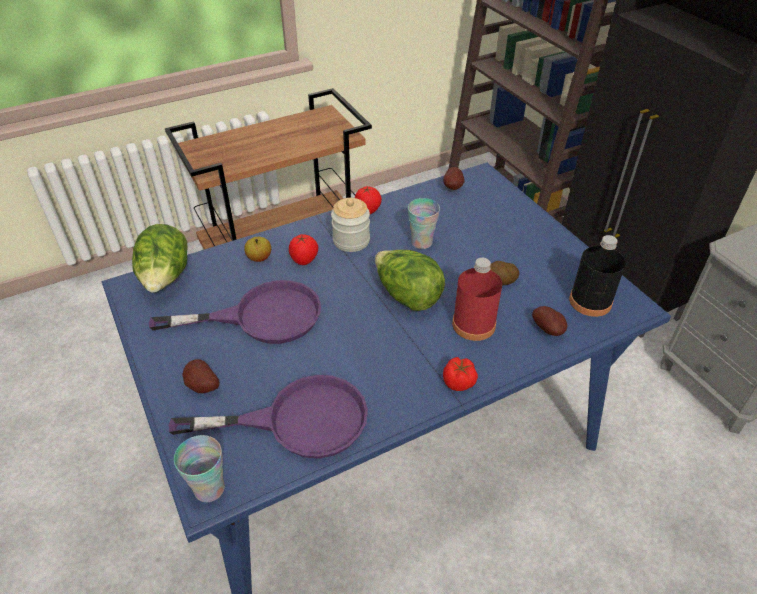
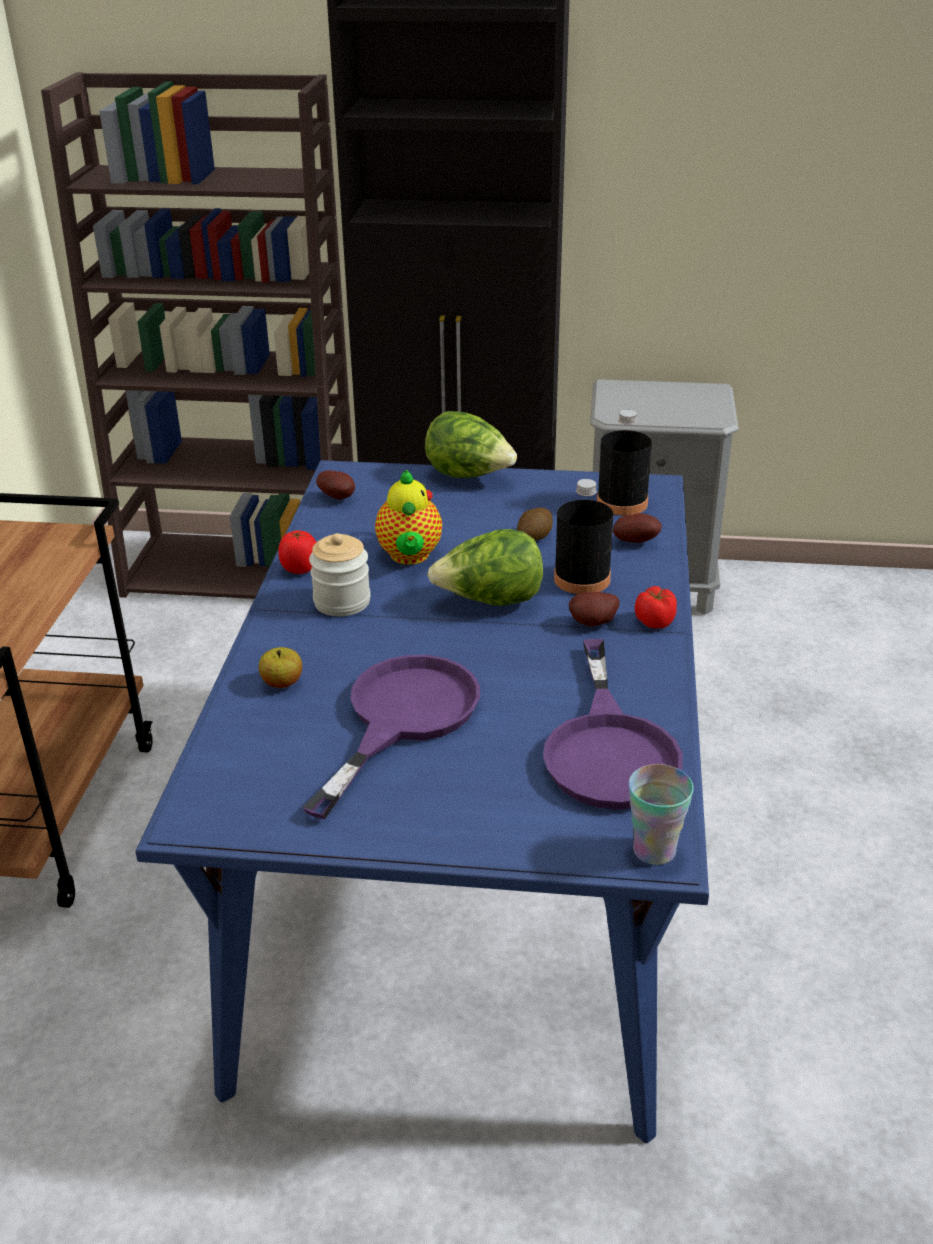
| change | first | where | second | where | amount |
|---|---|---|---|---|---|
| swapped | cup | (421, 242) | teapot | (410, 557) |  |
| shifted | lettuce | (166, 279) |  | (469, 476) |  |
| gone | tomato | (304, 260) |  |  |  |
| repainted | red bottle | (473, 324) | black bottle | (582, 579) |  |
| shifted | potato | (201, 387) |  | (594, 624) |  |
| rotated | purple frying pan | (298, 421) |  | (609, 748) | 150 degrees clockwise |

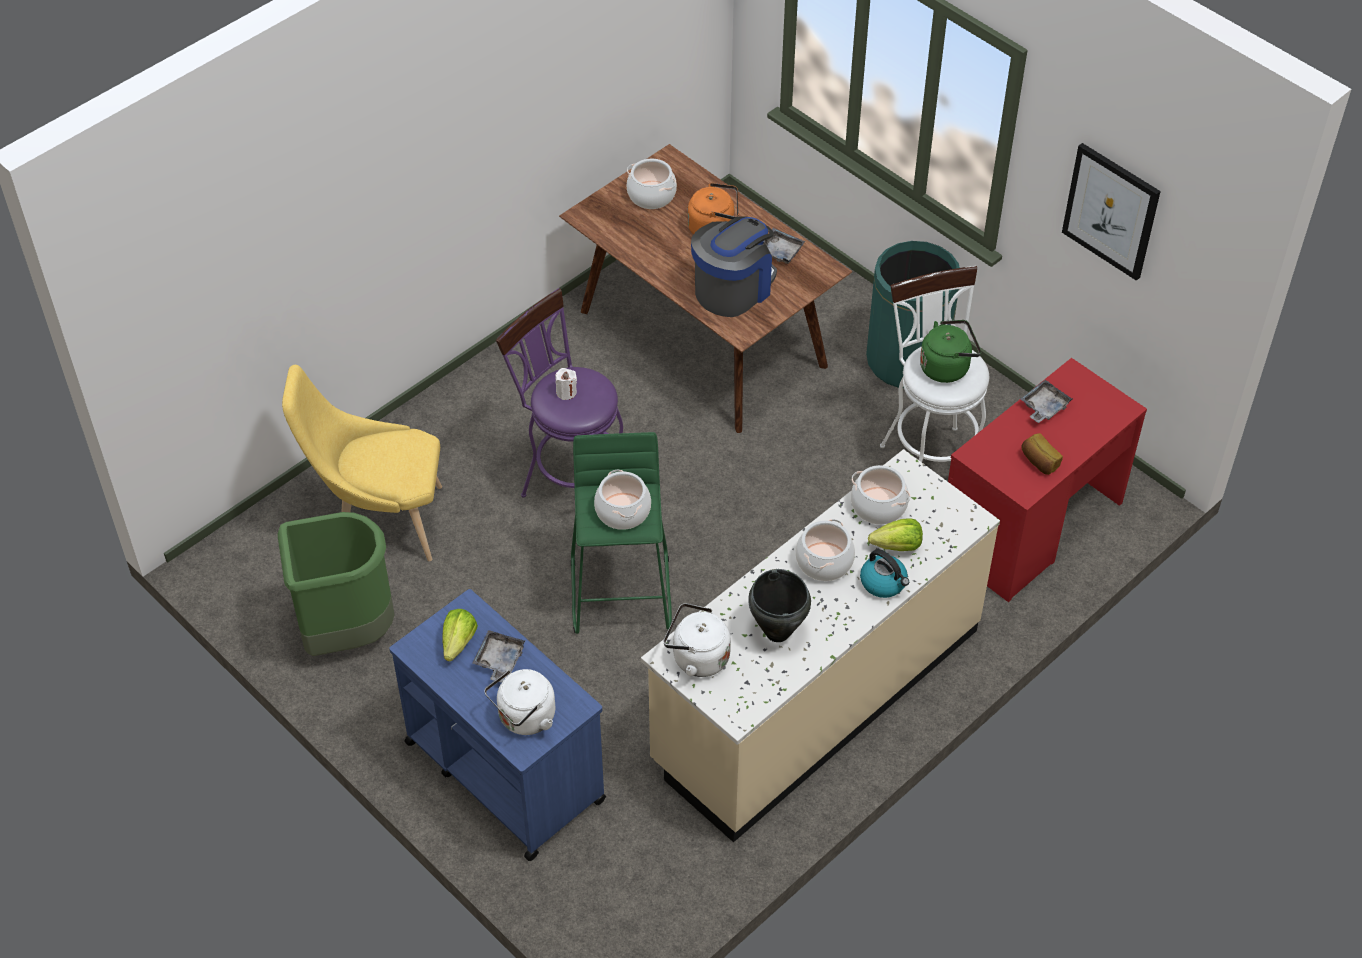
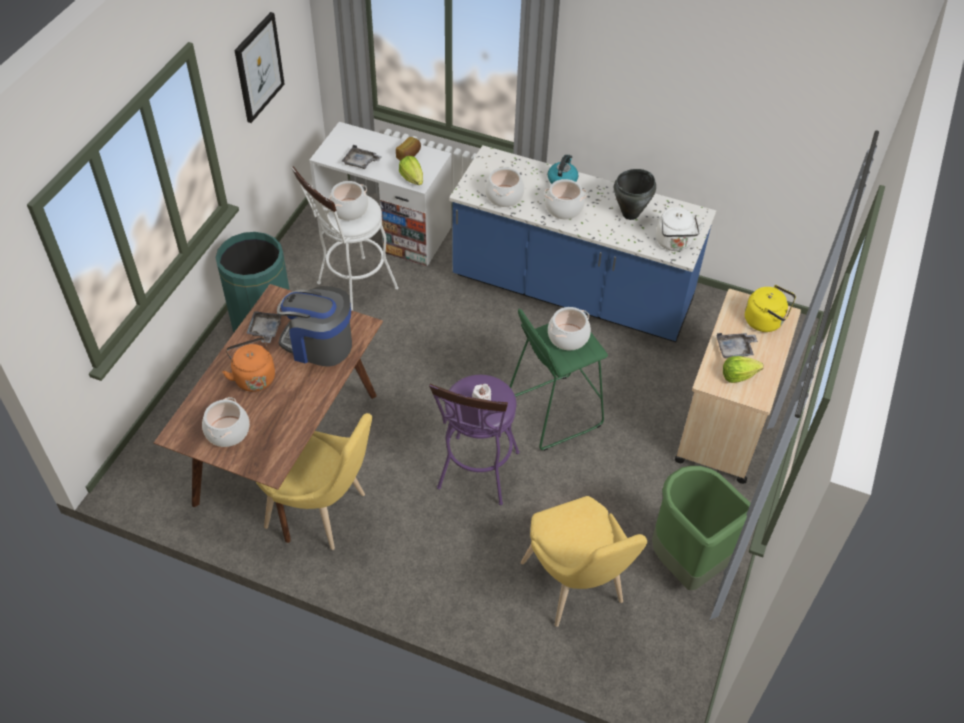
| change | first | where | second | where | amount |
|---|---|---|---|---|---|
| swapped | green kettle | (947, 367) | cooking pot | (349, 209) |  |
| repainted | red desk | (1030, 526) | white desk | (385, 230) |  |
| repainted | beige counter | (815, 696) | blue counter | (571, 292) |  |
| shifted | lettuce | (897, 546) |  | (412, 178) |  |
| repainted | blue cart | (504, 770) | beige cart | (725, 423) |  |
| repainted | white kettle | (524, 718) | yellow kettle | (765, 321) |  |
| new |  |  | yellow chair | (322, 512) |  |

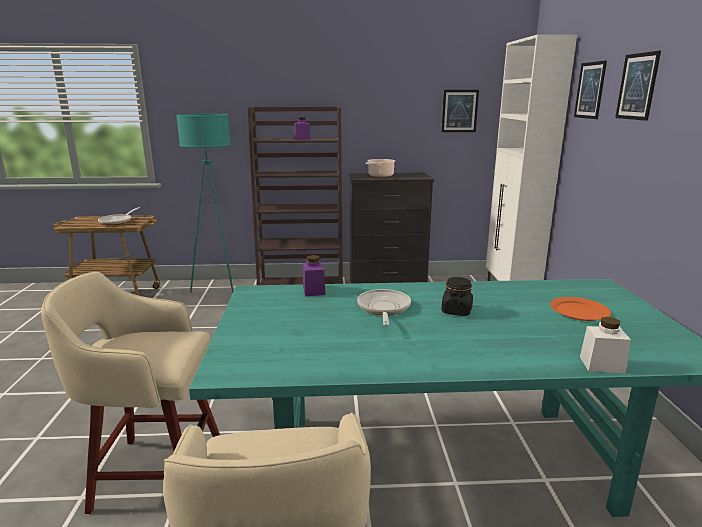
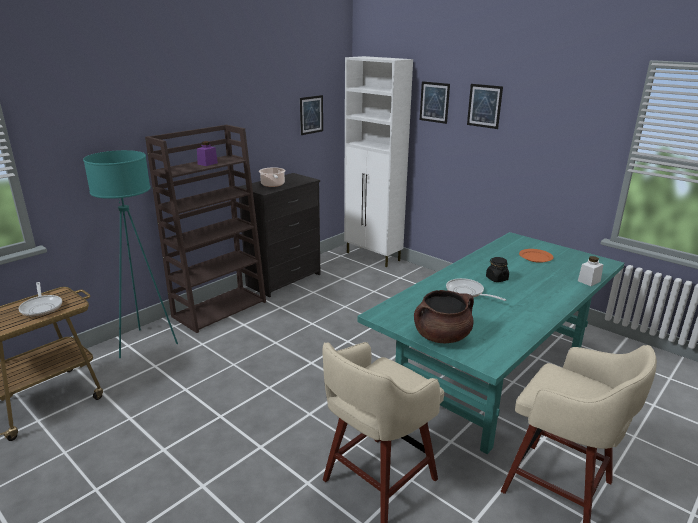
| change | first | where | second | where | amount |
|---|---|---|---|---|---|
| gone | purple jar | (314, 290) |  |  |  |
| new |  |  | brown cooking pot | (441, 336) |  |

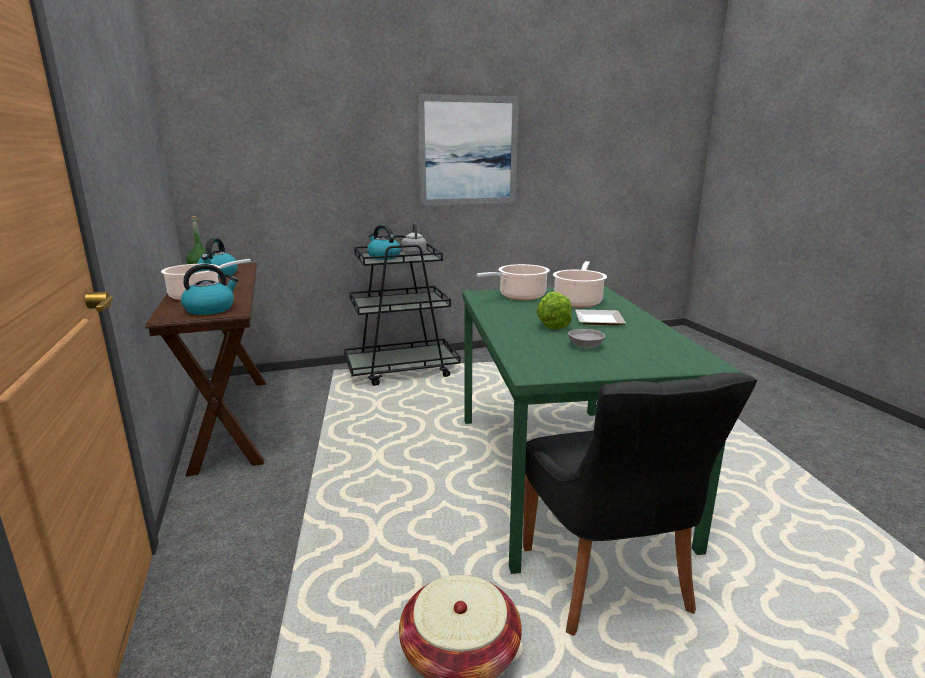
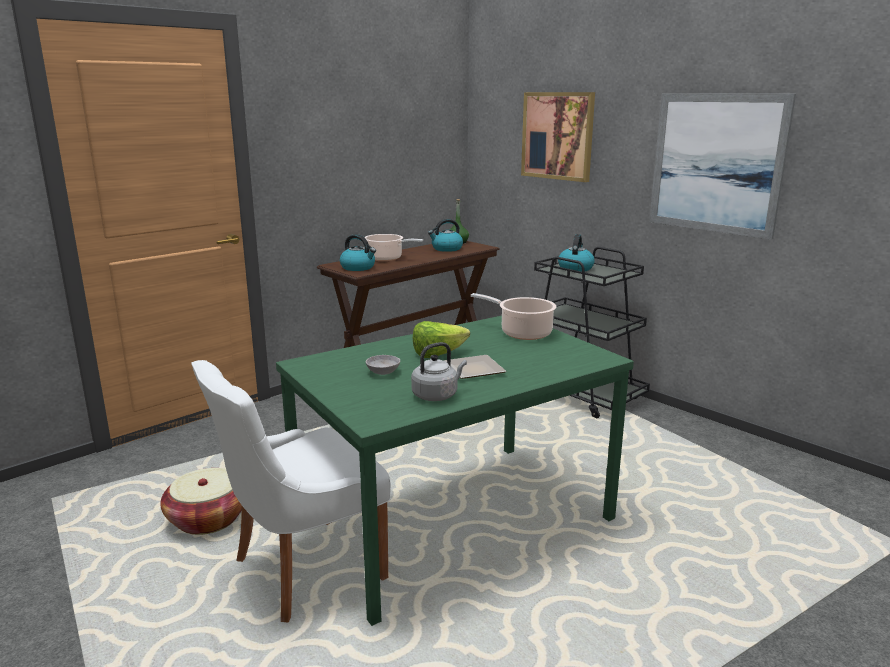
| change | first | where | second | where | amount |
|---|---|---|---|---|---|
| shifted | grey kettle | (414, 253) |  | (437, 395) |  |
| gone | cooking pot | (578, 301) |  |  |  |
| repainted | black chair | (608, 583) | white chair | (303, 570) |  |
| new |  |  | picture | (557, 136) |  |

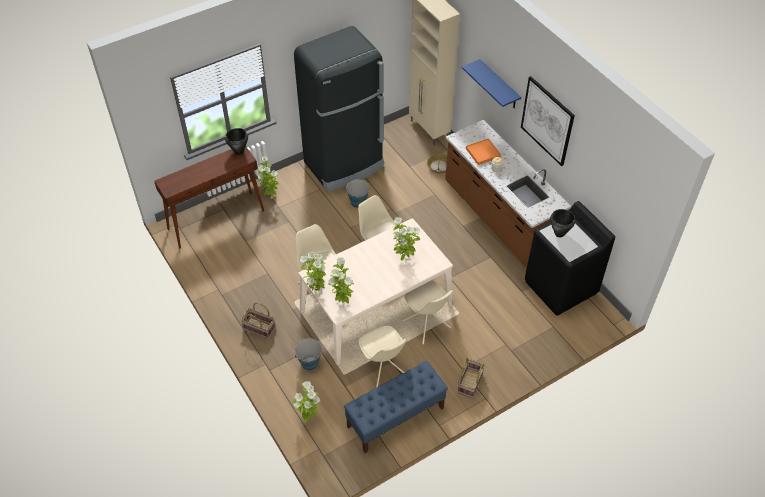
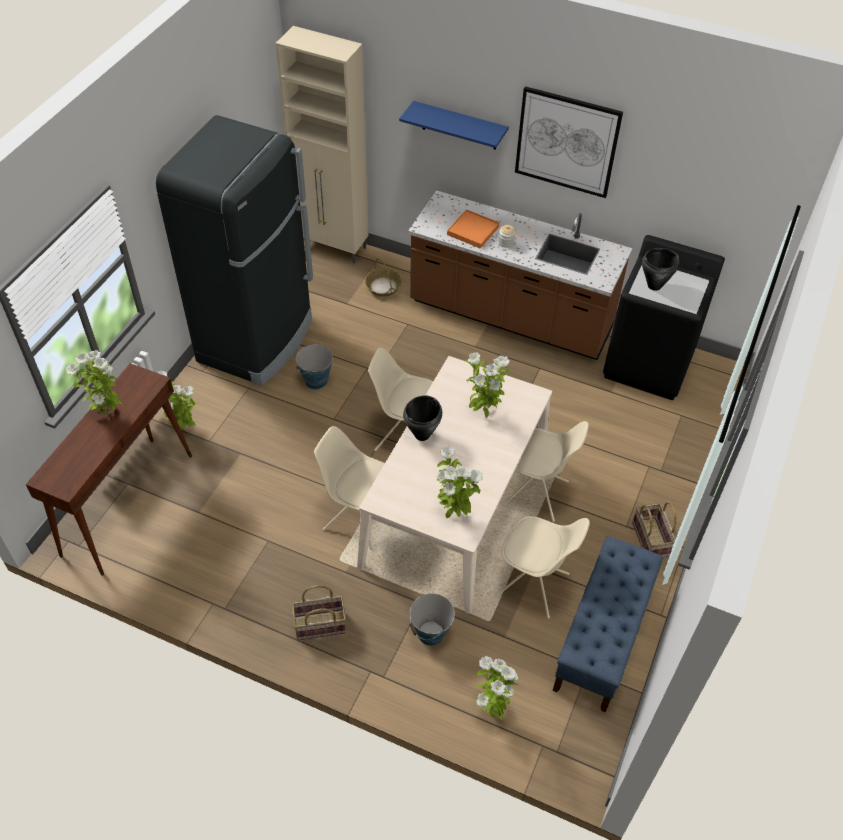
| change | first | where | second | where | amount |
|---|---|---|---|---|---|
| shifted | black cooking pot | (239, 151) |  | (422, 435) |  |
| shifted | potted plant | (316, 290) |  | (107, 414) |  |

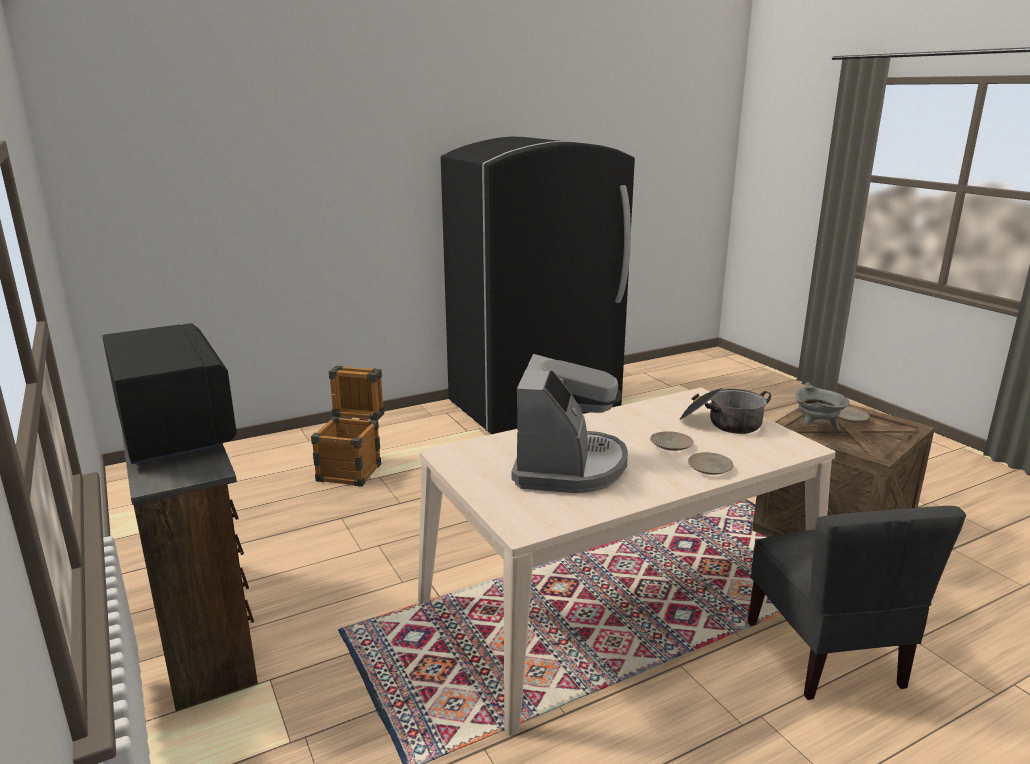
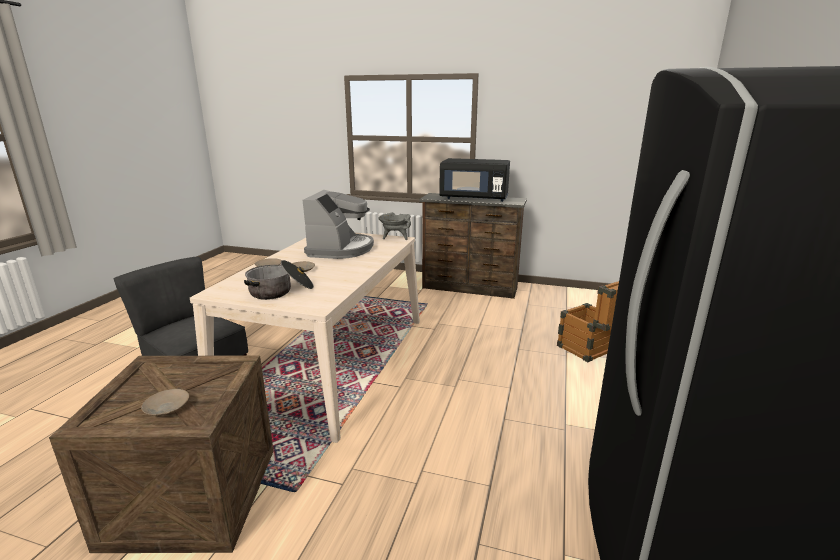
| change | first | where | second | where | amount |
|---|---|---|---|---|---|
| rotated | coffee machine | (568, 466) |  | (341, 249) | 135 degrees counterclockwise |
| shifted | grey cooking pot | (816, 428) |  | (395, 238) |  |

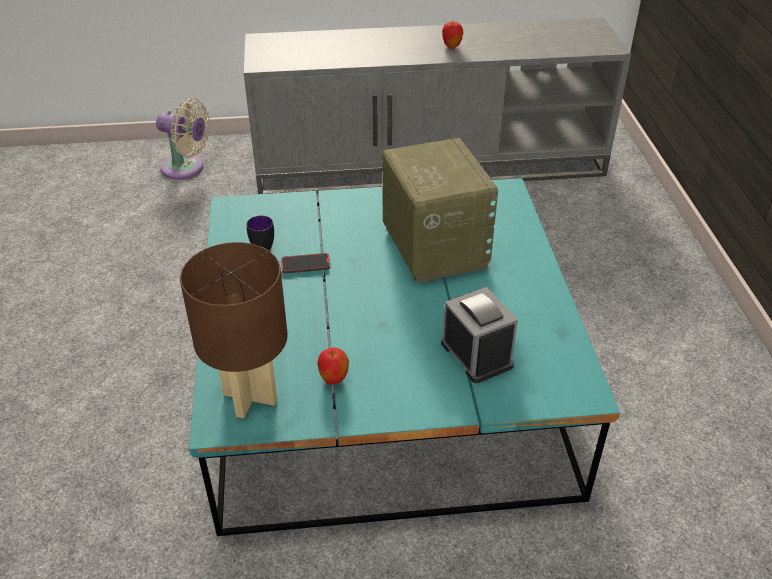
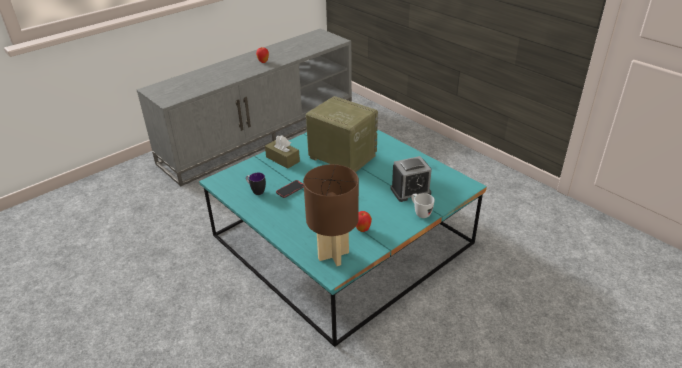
| change | first | where | second | where | amount |
|---|---|---|---|---|---|
| gone | beige fan | (186, 169) |  |  |  |
| rotated | alarm clock | (476, 354) |  | (410, 191) | 135 degrees clockwise |
| new |  |  | brown tissue box | (282, 159) |  |
| new |  |  | white mug | (420, 213) |  |

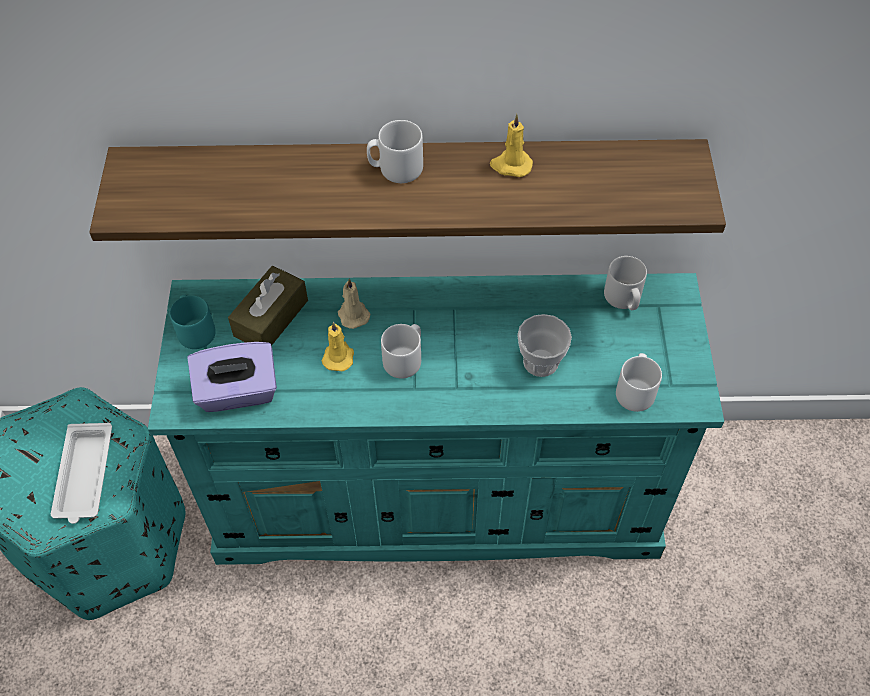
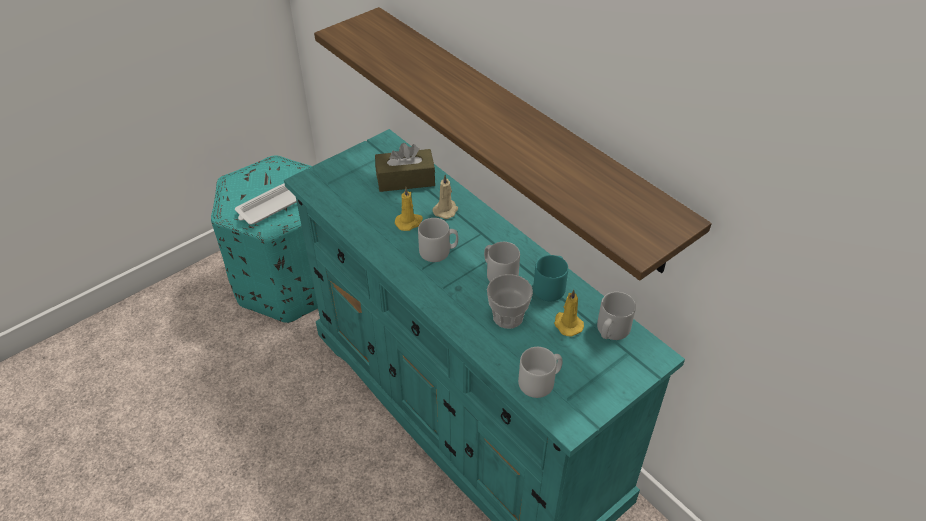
| change | first | where | second | where | amount |
|---|---|---|---|---|---|
| shifted | yellow candle | (510, 165) |  | (567, 324) |  |
| shifted | grey mug | (395, 169) |  | (499, 274) |  |
| shifted | turquoise mug | (195, 330) |  | (551, 287) |  |
| gone | purple tissue box | (238, 392) |  |  |  |

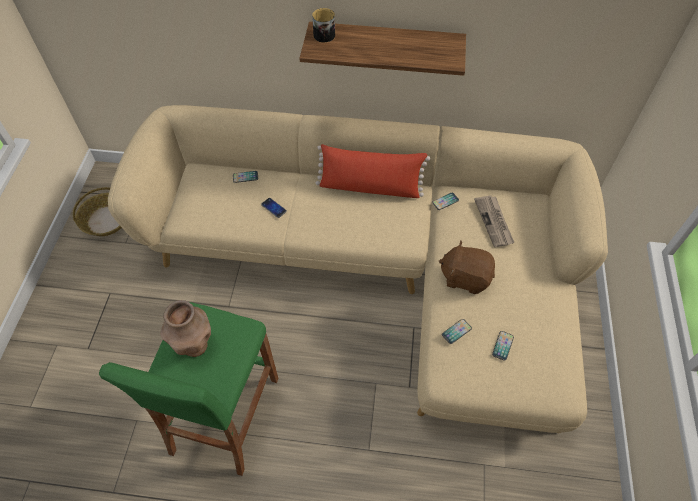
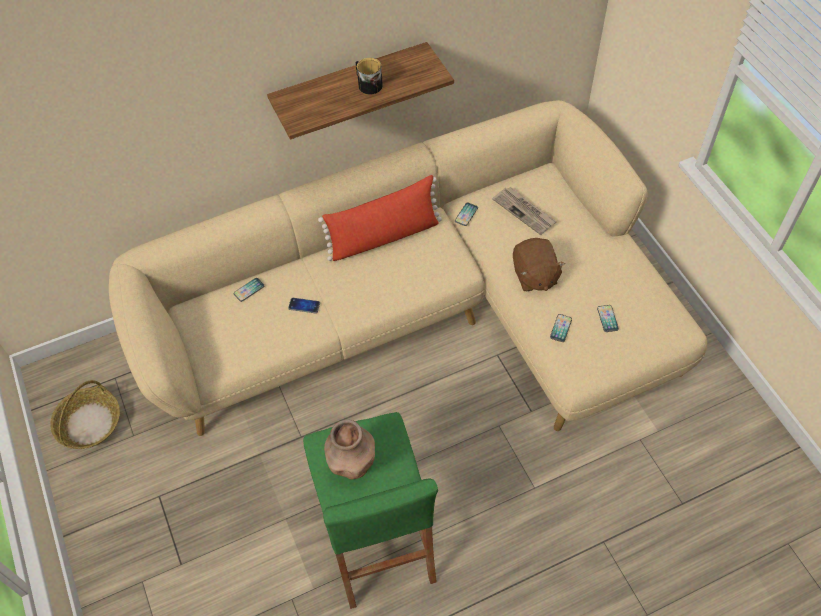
| change | first | where | second | where | amount |
|---|---|---|---|---|---|
| shifted | mug | (323, 33) |  | (368, 84) |  |
| rotated | brown plush toy | (465, 277) |  | (534, 276) | 90 degrees counterclockwise |

